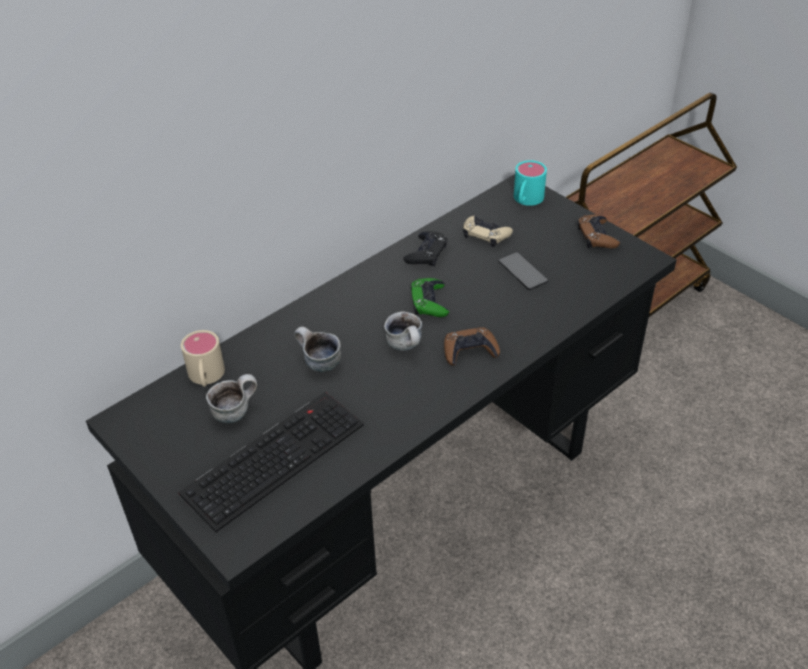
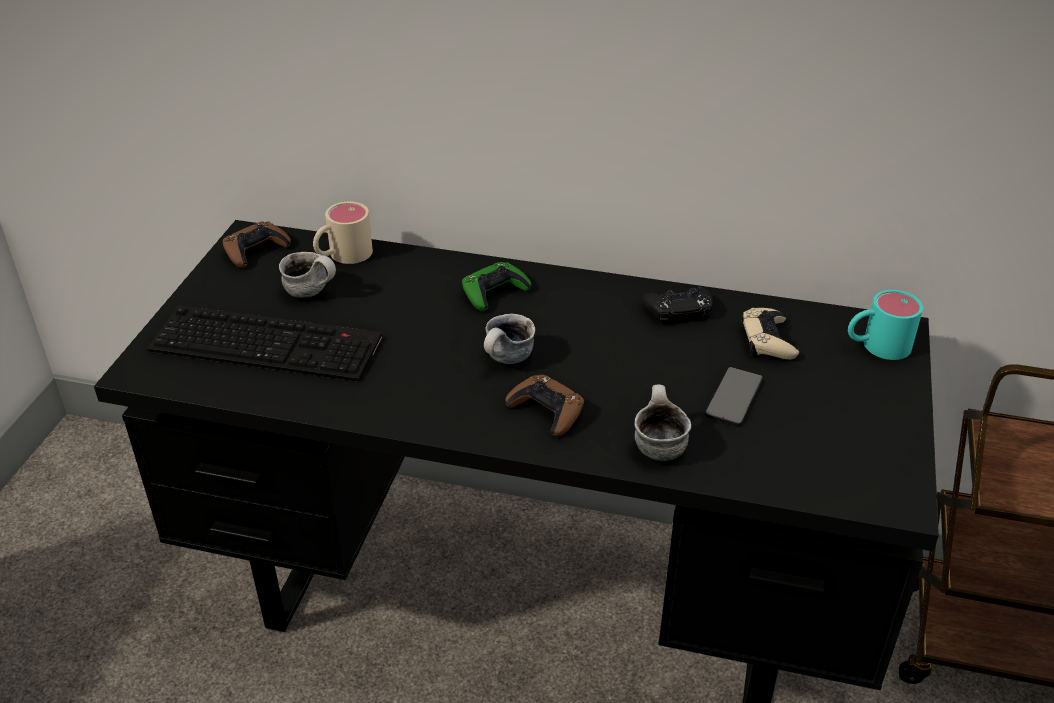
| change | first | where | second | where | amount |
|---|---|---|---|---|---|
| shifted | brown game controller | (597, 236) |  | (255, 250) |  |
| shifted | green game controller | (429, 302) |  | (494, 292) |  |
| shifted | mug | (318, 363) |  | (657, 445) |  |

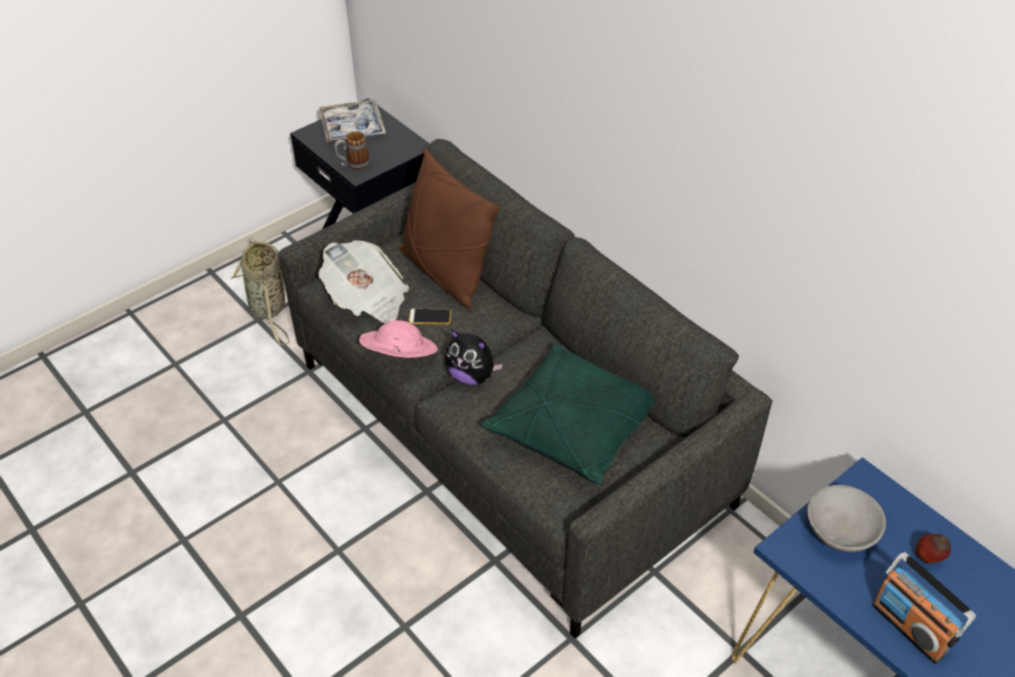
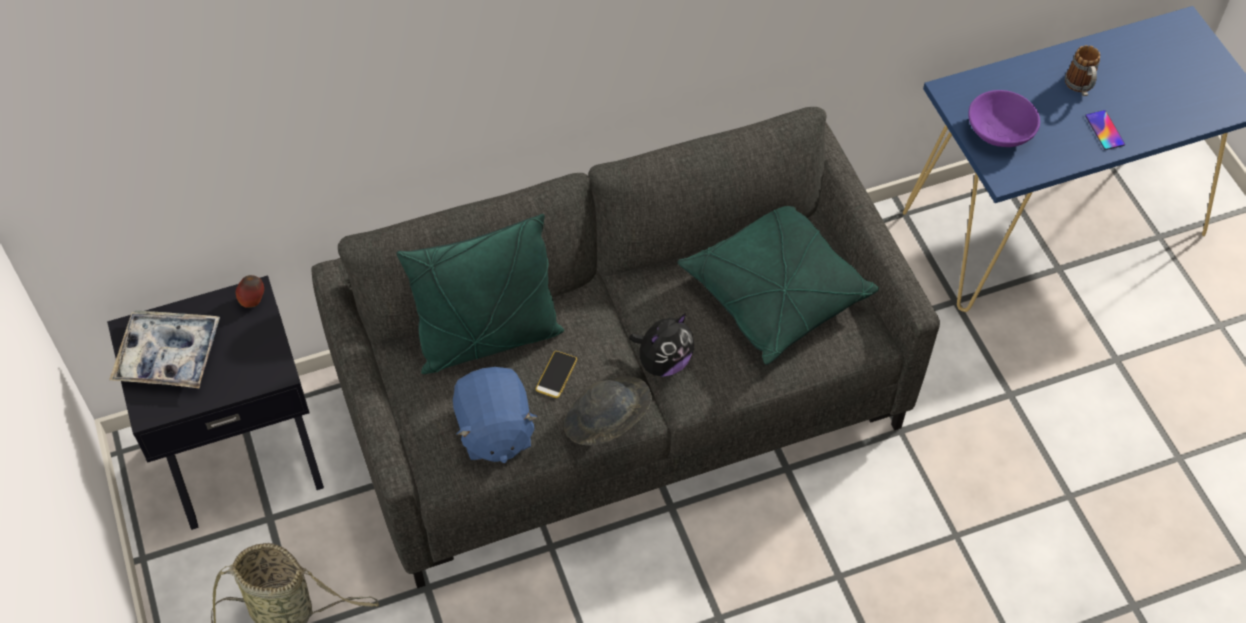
| change | first | where | second | where | amount |
|---|---|---|---|---|---|
| shifted | mug | (353, 165) |  | (1080, 87) |  |
| repainted | brown pillow | (445, 273) | green pillow | (488, 339) |  |
| swapped | newspaper | (367, 299) | blue plush toy | (494, 431) |  |
| repainted | pink hat | (399, 357) | grey hat | (607, 422) |  |
| repainted | grey bowl | (840, 531) | purple bowl | (999, 132) |  |
| shifted | apple | (928, 558) |  | (253, 301) |  |
| swapped | radio | (910, 627) | phone | (1104, 130) |  |

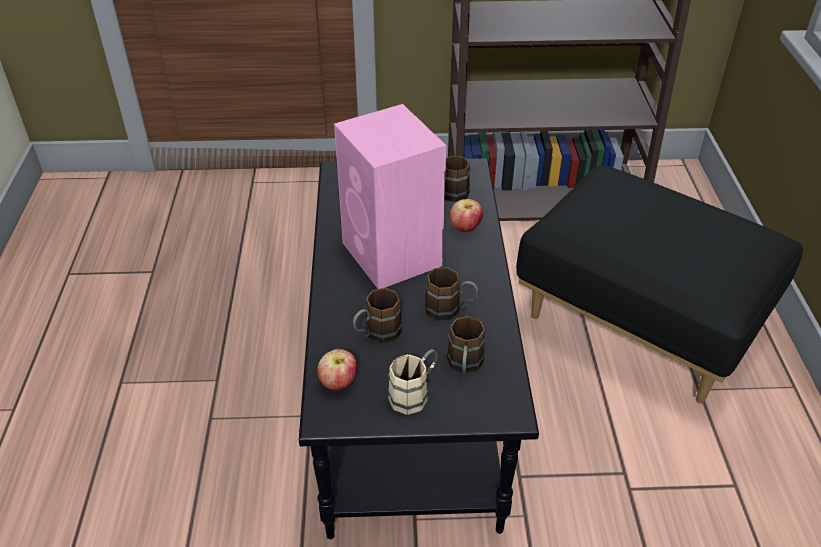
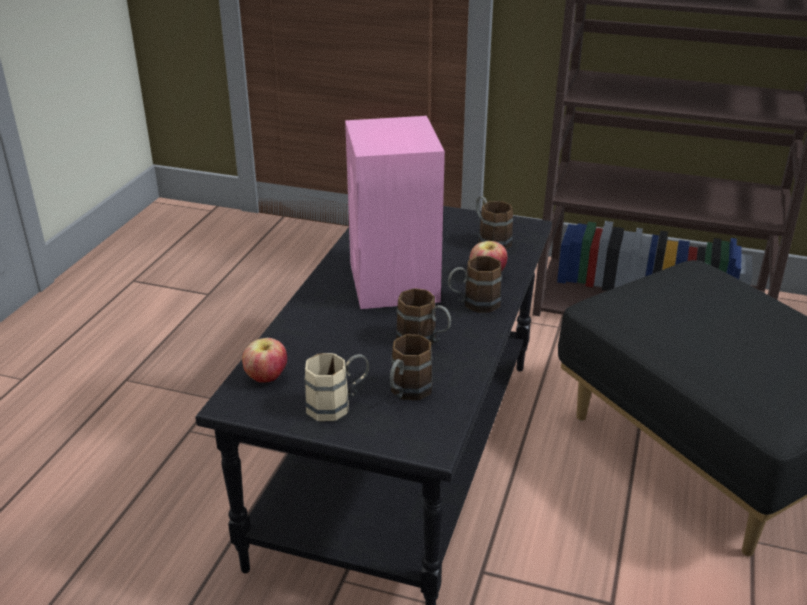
| change | first | where | second | where | amount |
|---|---|---|---|---|---|
| shifted | brown mug | (376, 334) |  | (473, 304) |  |

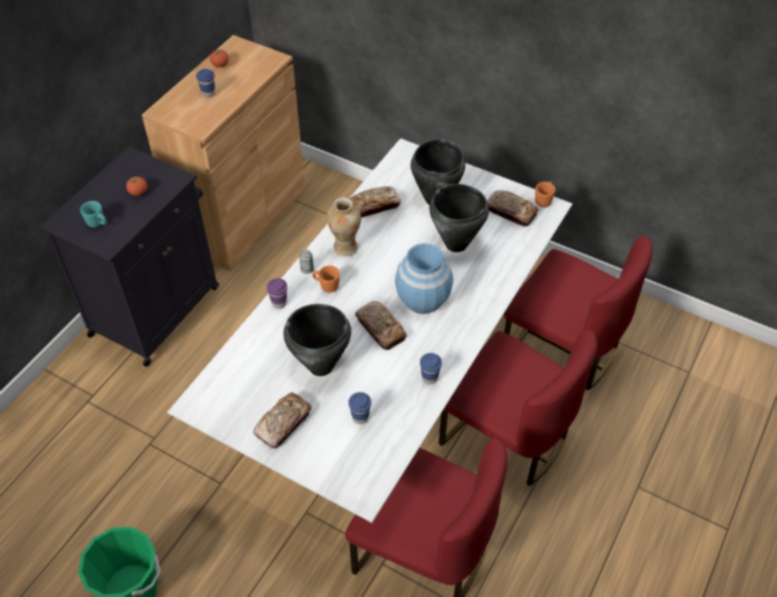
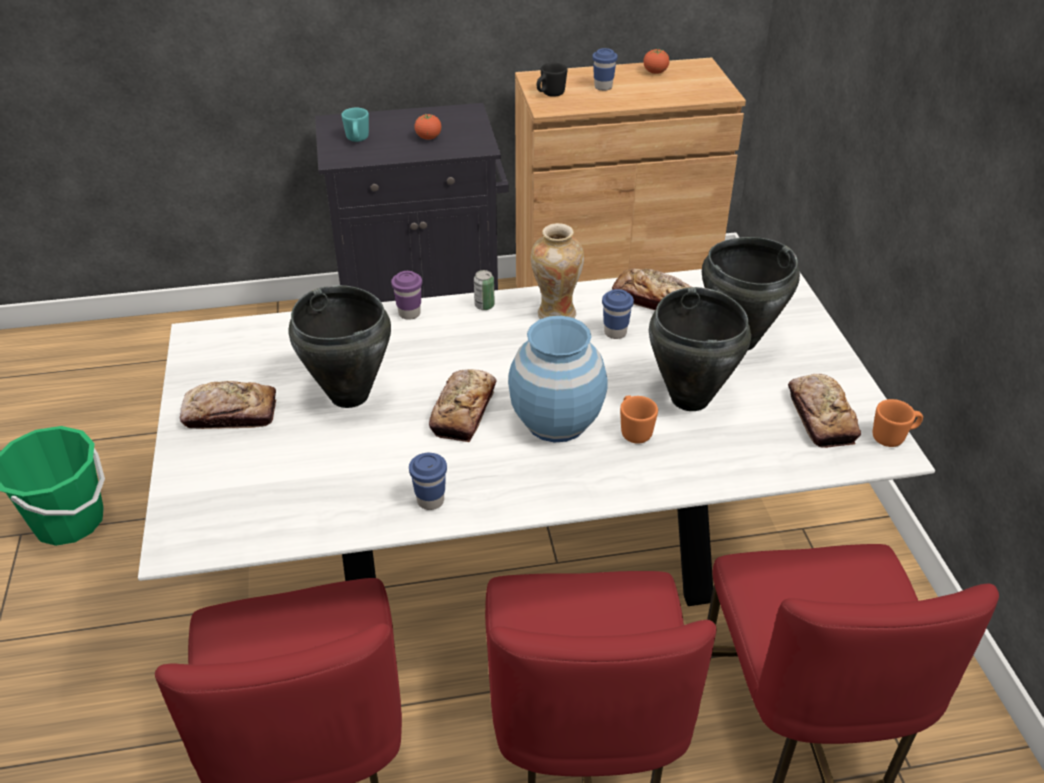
| change | first | where | second | where | amount |
|---|---|---|---|---|---|
| shifted | orange mug | (326, 286) |  | (634, 431) |  |
| shifted | blue cup | (360, 417) |  | (615, 332) |  |
| new |  |  | black mug | (550, 94) |  |

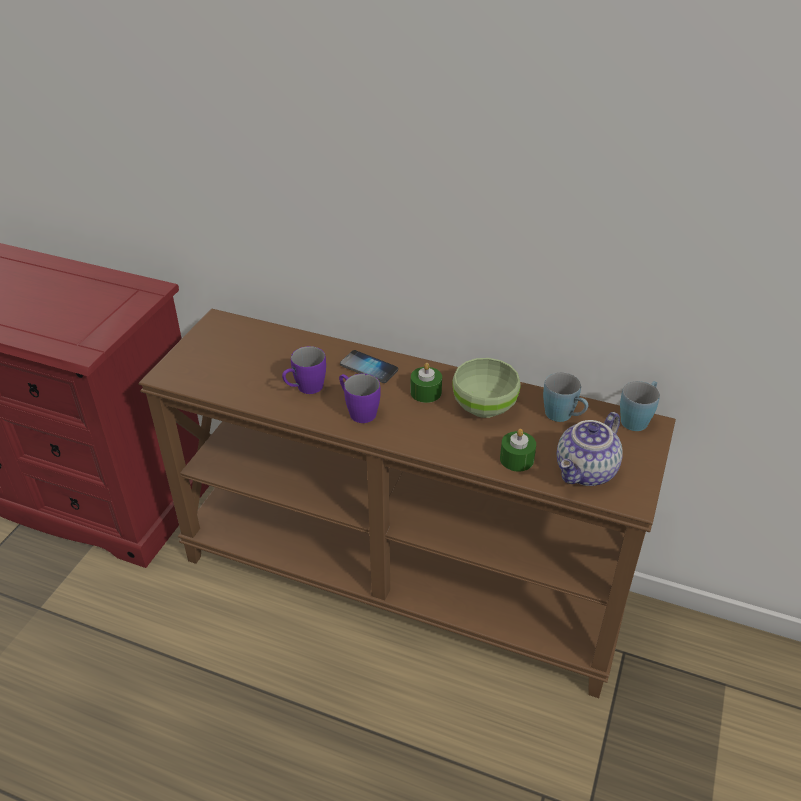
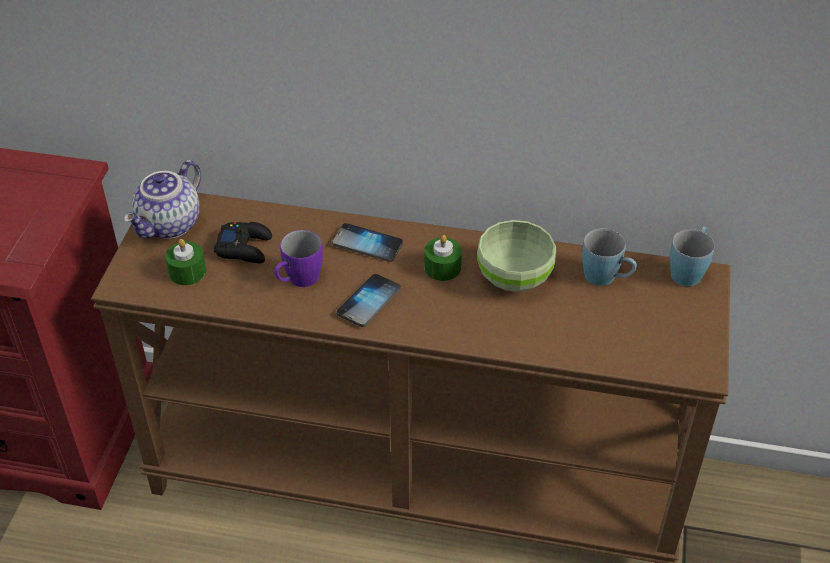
| change | first | where | second | where | amount |
|---|---|---|---|---|---|
| swapped | purple mug | (358, 411) | phone | (369, 301) |  |
| shifted | teapot | (586, 472) |  | (170, 225) |  |
| shifted | green candle | (516, 459) |  | (187, 271) |  |
| new |  |  | black game controller | (244, 247) |  |

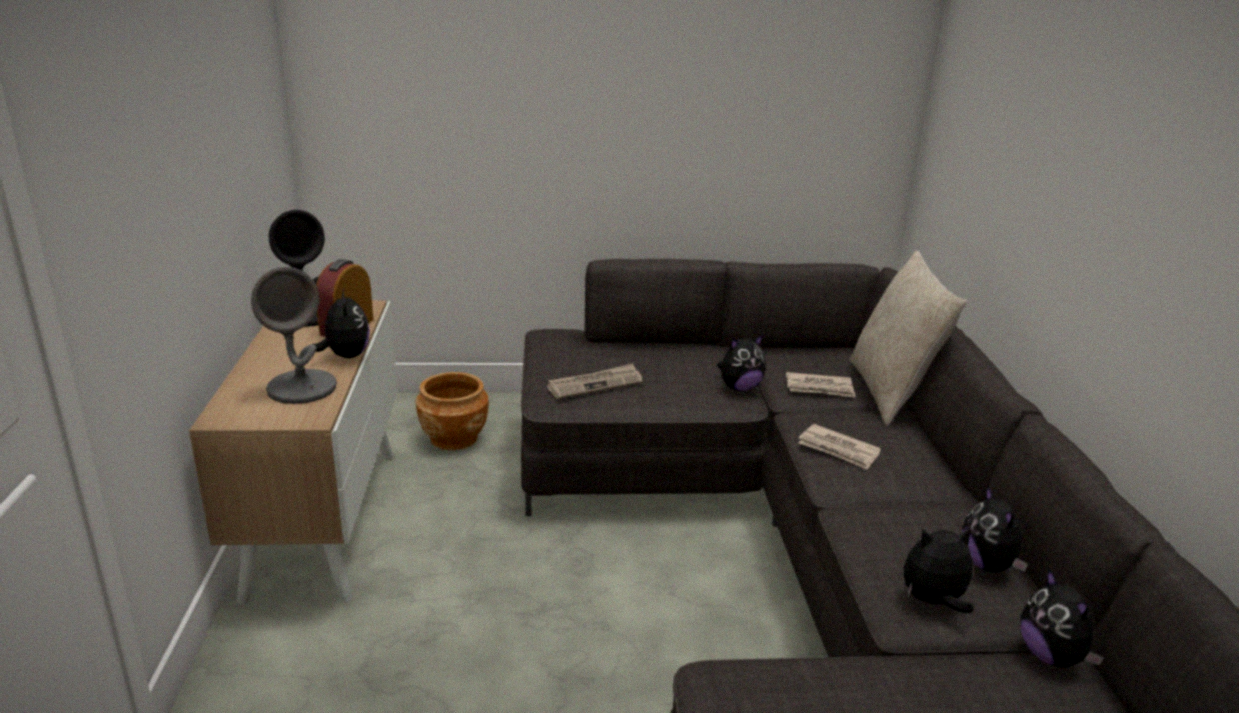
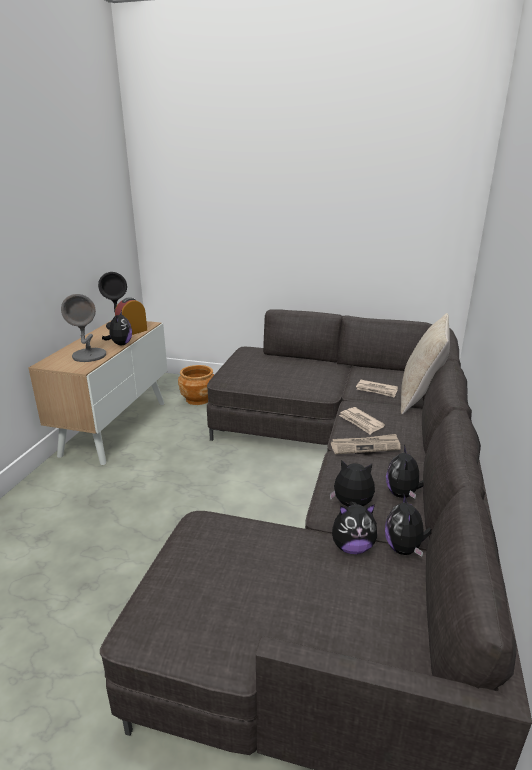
| change | first | where | second | where | amount |
|---|---|---|---|---|---|
| shifted | plush toy | (739, 388) |  | (352, 547) |  |
| shifted | newspaper | (595, 384) |  | (365, 446) |  |

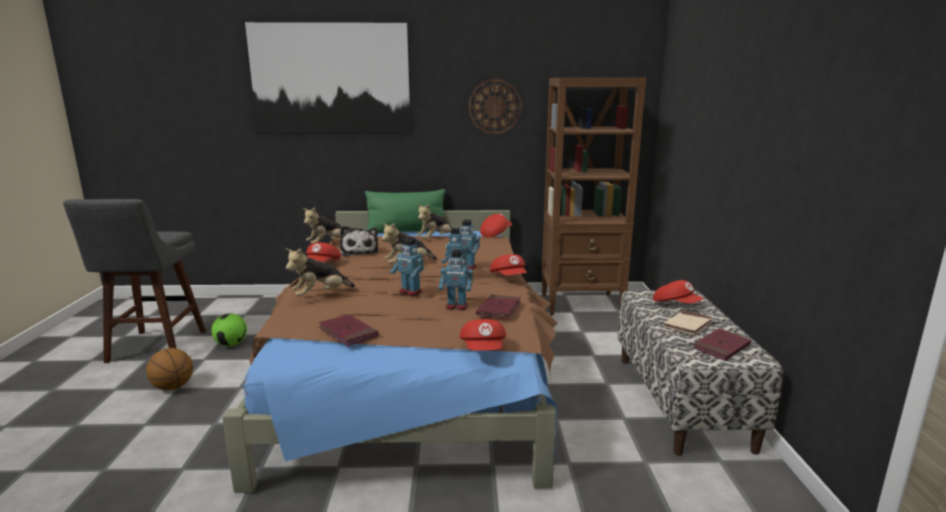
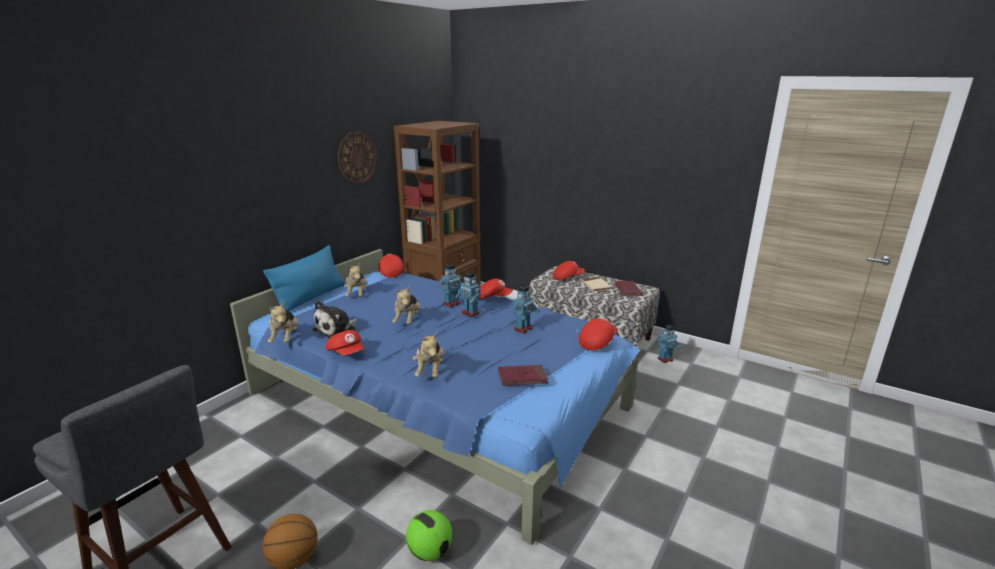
| change | first | where | second | where | amount |
|---|---|---|---|---|---|
| gone | picture | (331, 79) |  |  |  |
| repainted | green pillow | (407, 231) | blue pillow | (310, 298) |  |
| repainted | brown bed | (414, 364) | blue bed | (439, 401) |  |
| rotated | plush toy | (359, 251) |  | (337, 329) | 105 degrees clockwise |
| shifted | toy robot | (410, 292) |  | (665, 359) |  |
| gone | red book | (499, 309) |  |  |  |
| shifted | football | (231, 344) |  | (430, 551) |  |
| rotated | red cap | (484, 350) |  | (597, 342) | 75 degrees counterclockwise |

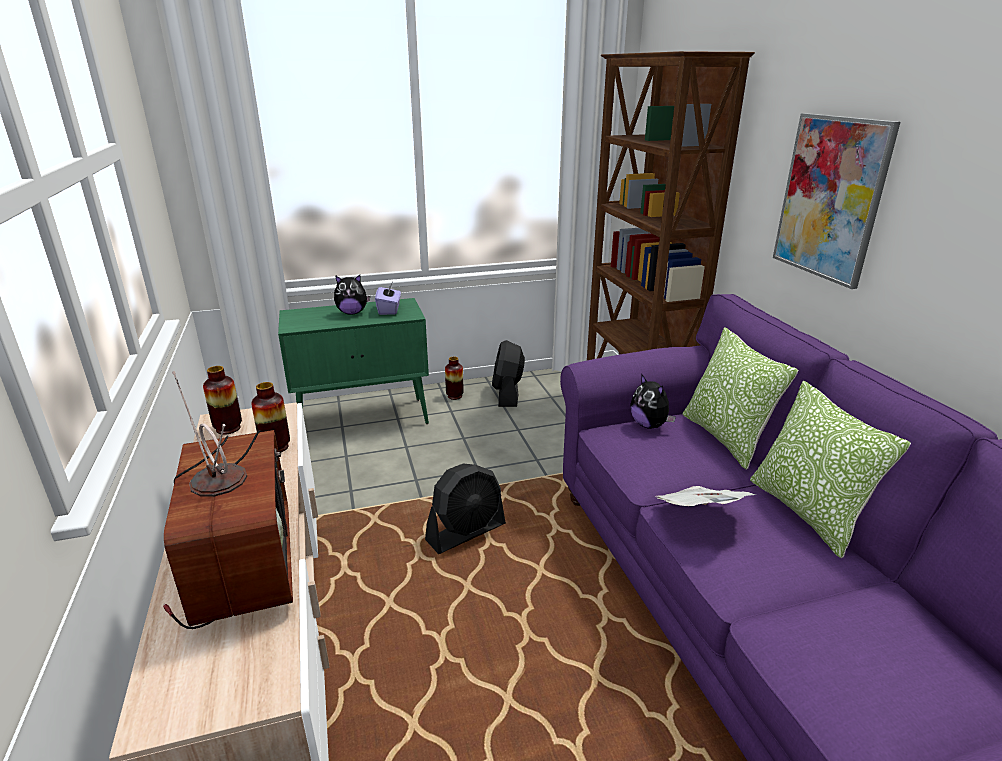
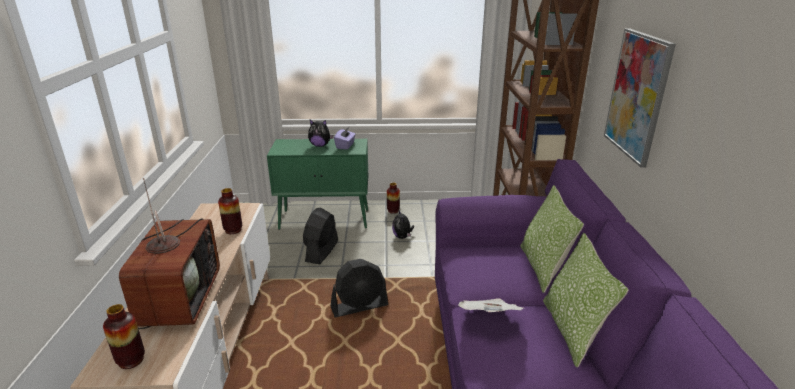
| change | first | where | second | where | amount |
|---|---|---|---|---|---|
| shifted | black fan | (507, 394) |  | (321, 251) |  |
| shifted | vase | (228, 428) |  | (131, 360) |  |
| shifted | plush toy | (649, 425) |  | (402, 237) |  |

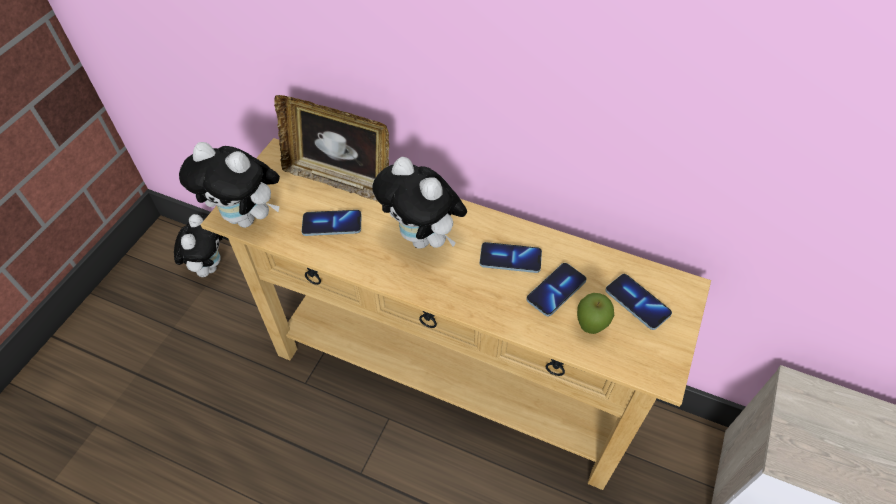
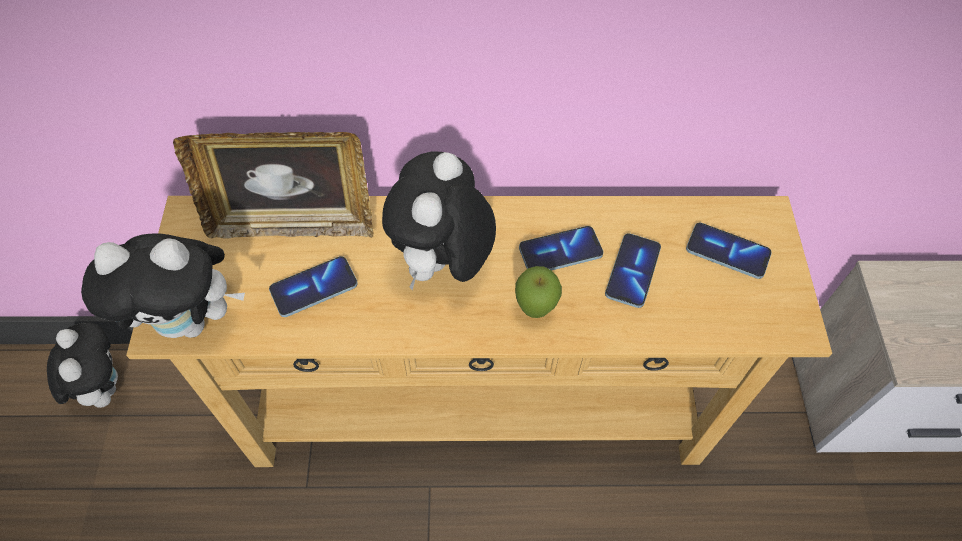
| change | first | where | second | where | amount |
|---|---|---|---|---|---|
| rotated | plush toy | (423, 239) |  | (442, 264) | 90 degrees clockwise |
| shifted | apple | (590, 327) |  | (535, 309) |  |

